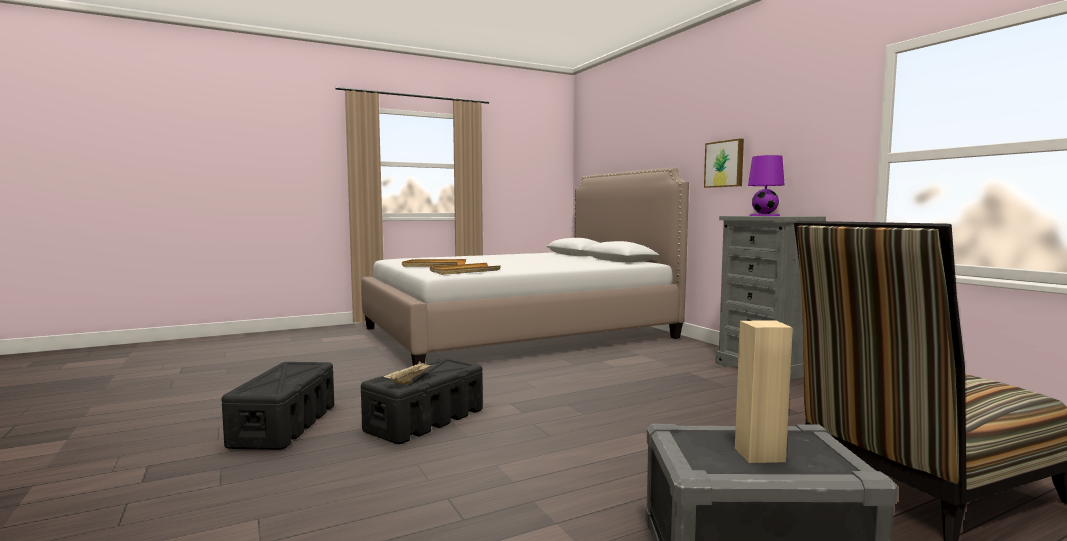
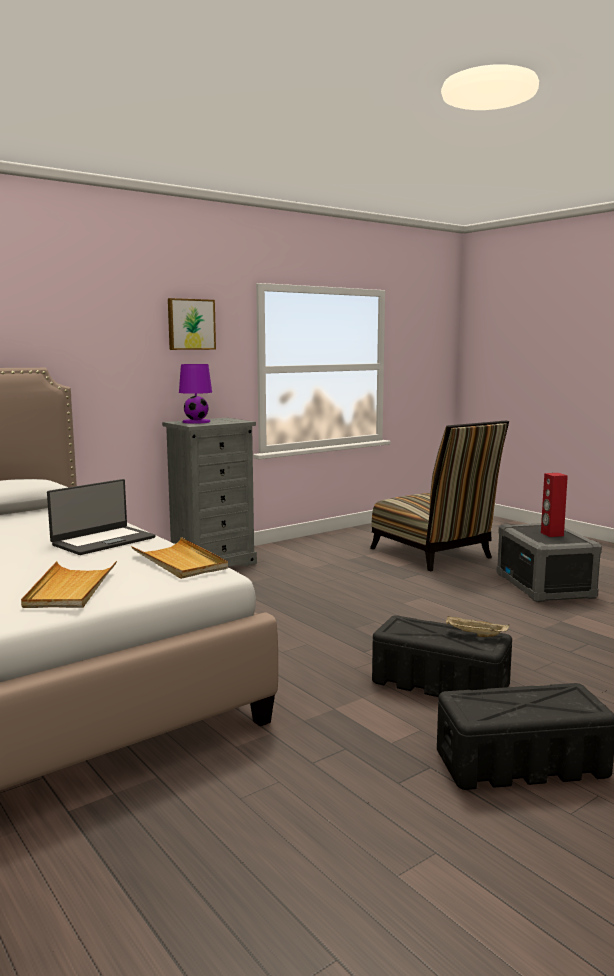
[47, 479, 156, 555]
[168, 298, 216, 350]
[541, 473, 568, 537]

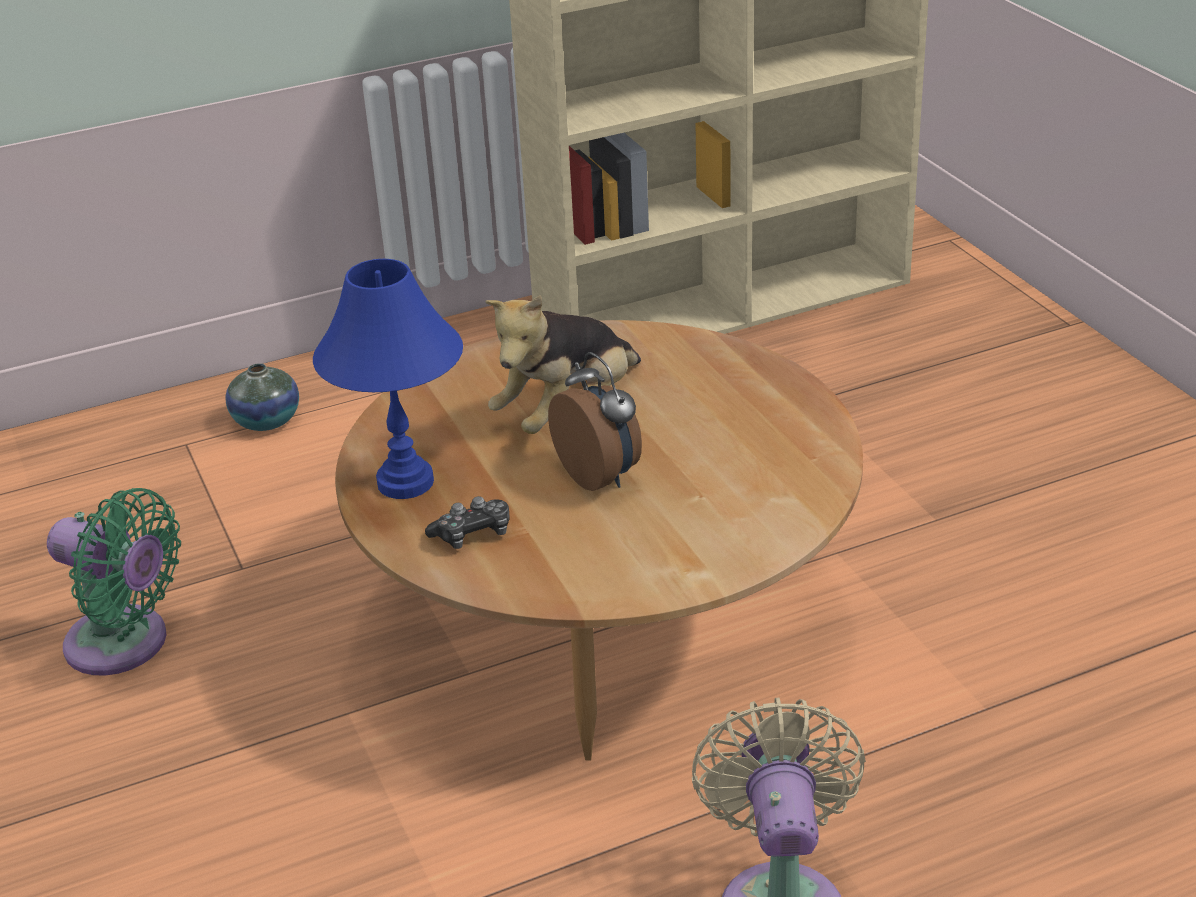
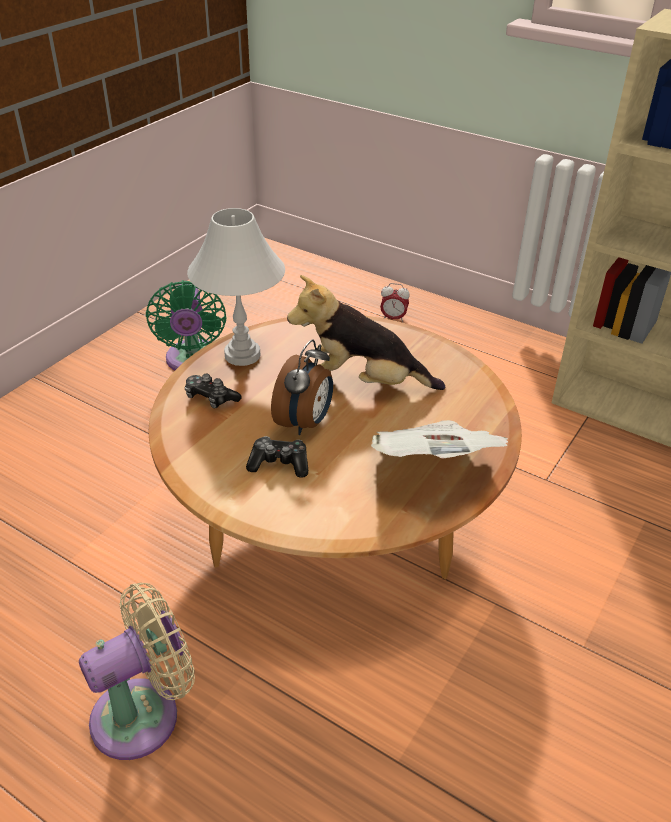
[187, 208, 285, 366]
[246, 436, 308, 478]
[371, 420, 508, 458]
[380, 283, 410, 322]

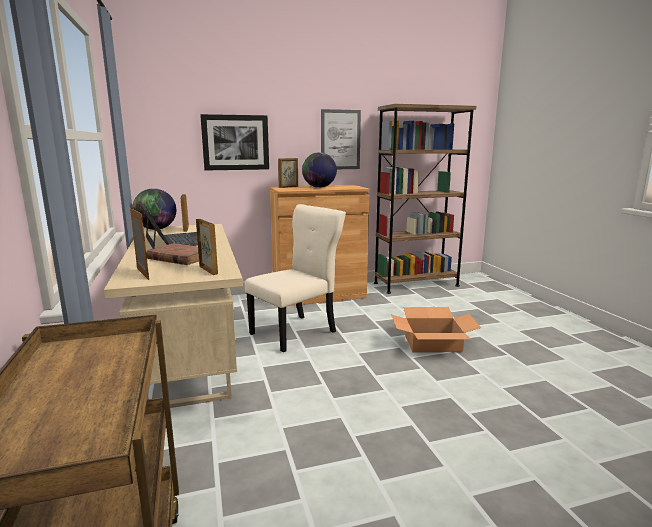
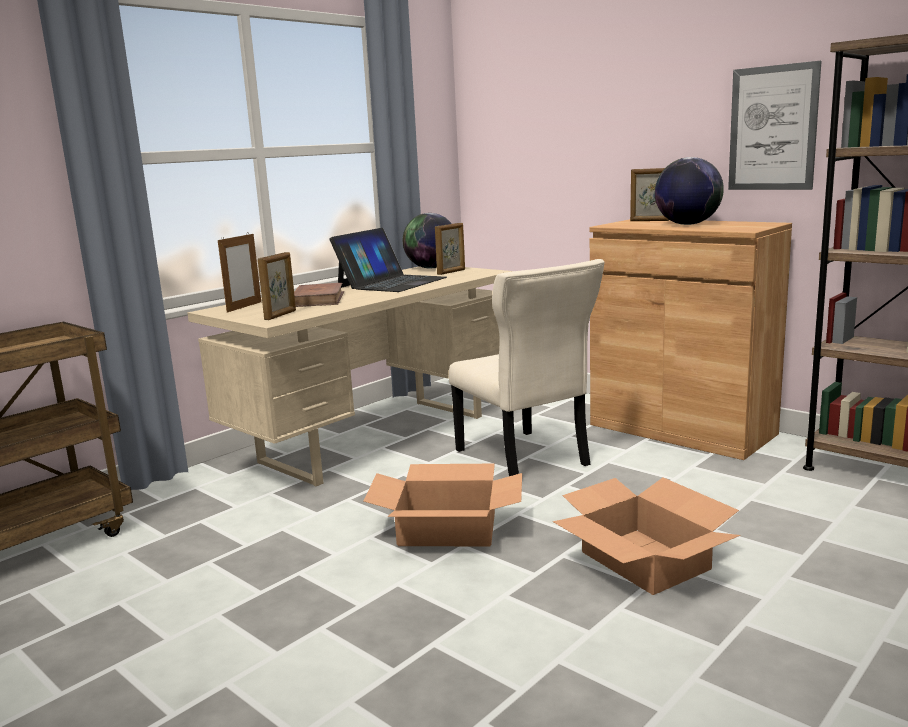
[363, 464, 522, 546]
[449, 259, 604, 476]
[200, 114, 269, 171] (first image)

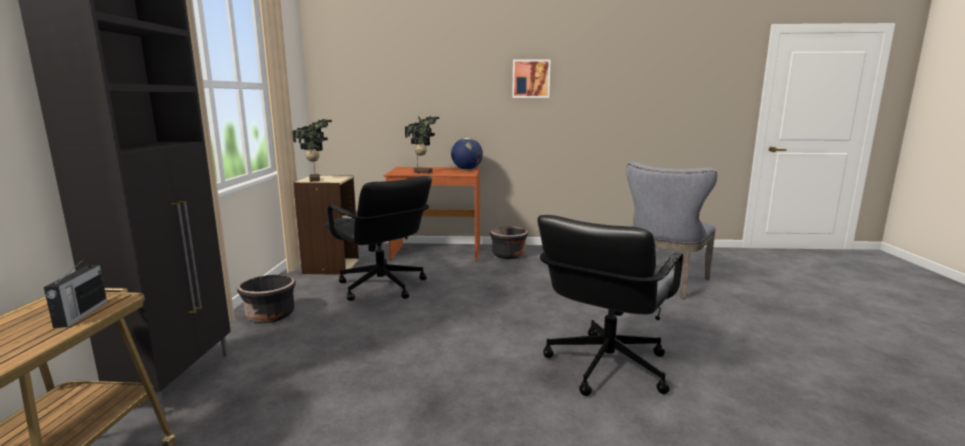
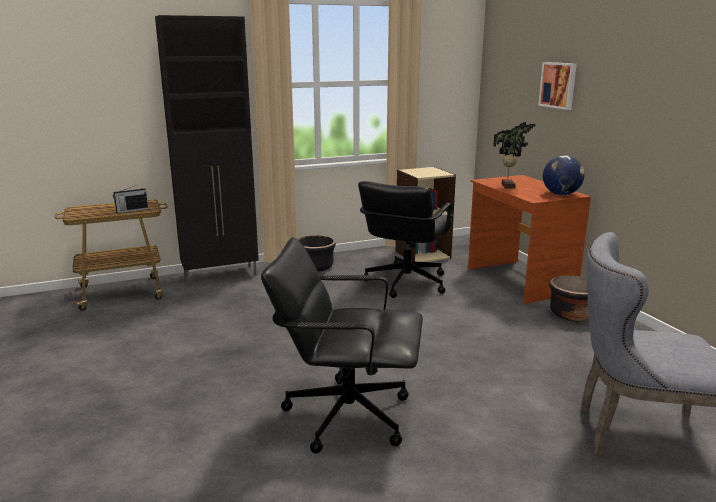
[538, 62, 577, 110]
[292, 119, 332, 182] (first image)

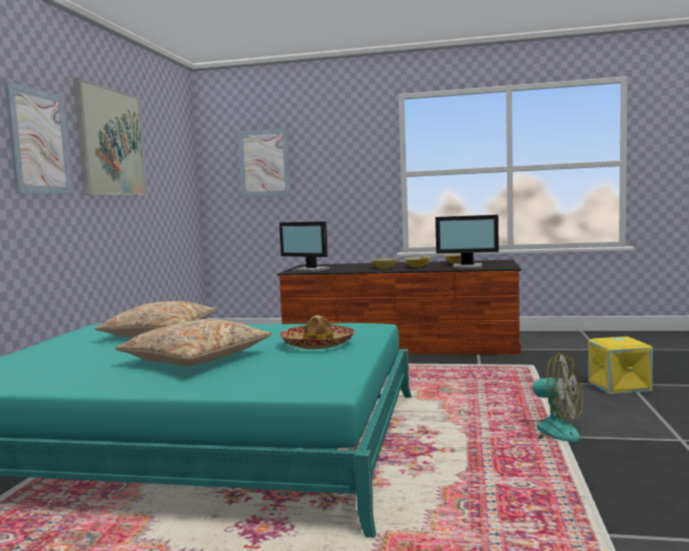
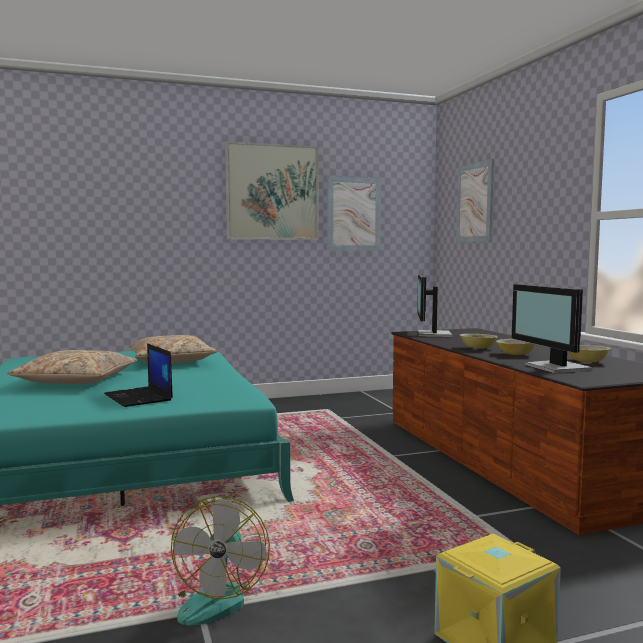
[104, 343, 173, 407]
[327, 176, 381, 251]

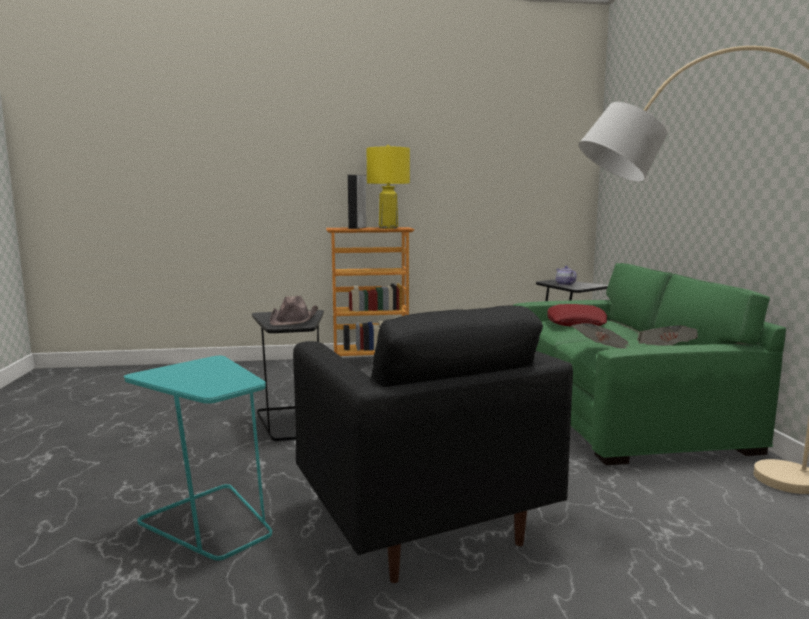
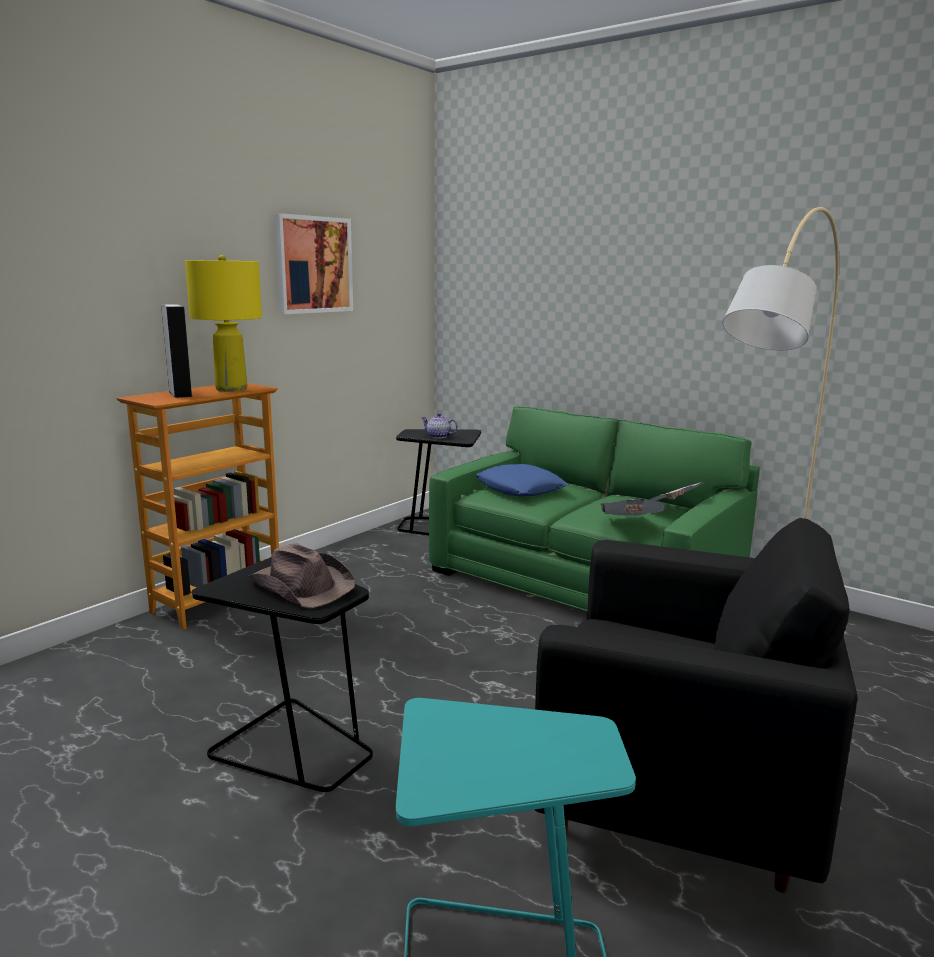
[275, 213, 353, 314]
[475, 464, 568, 497]

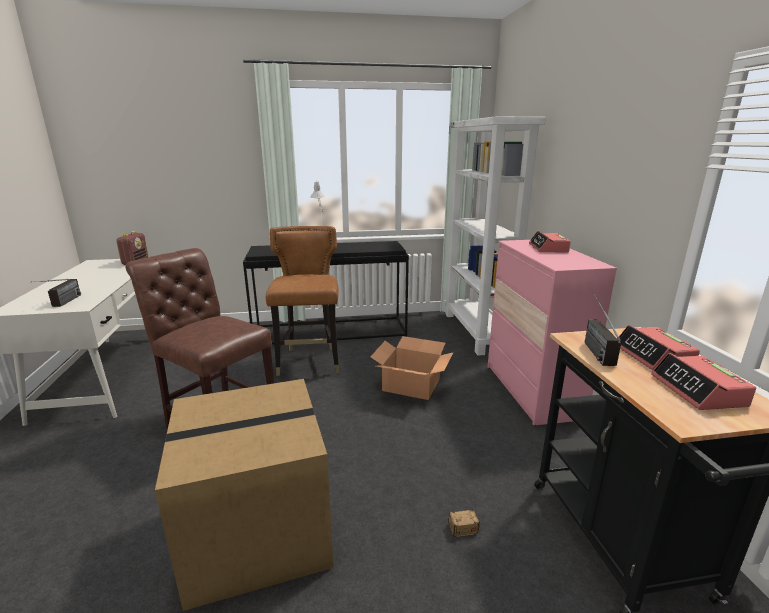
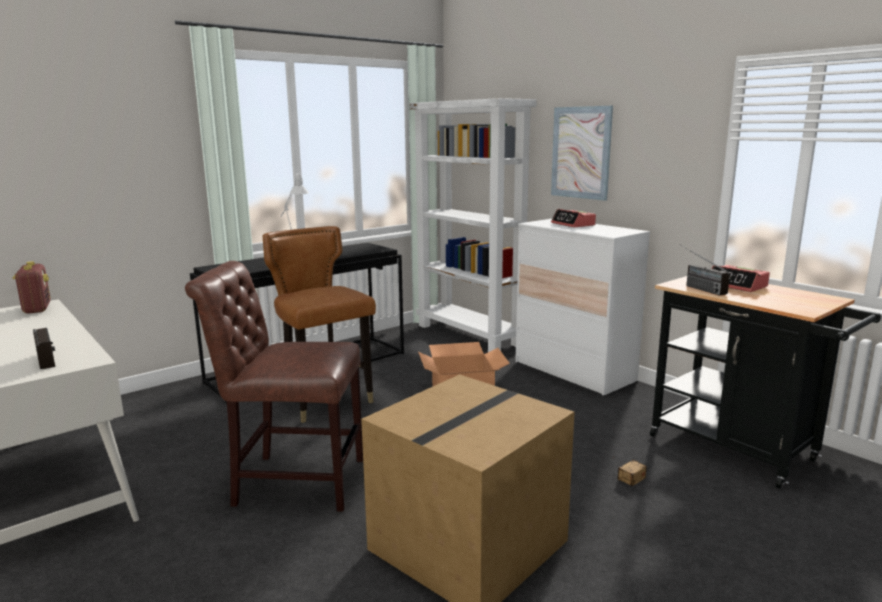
[515, 219, 650, 396]
[551, 106, 613, 201]
[651, 353, 756, 410] (first image)

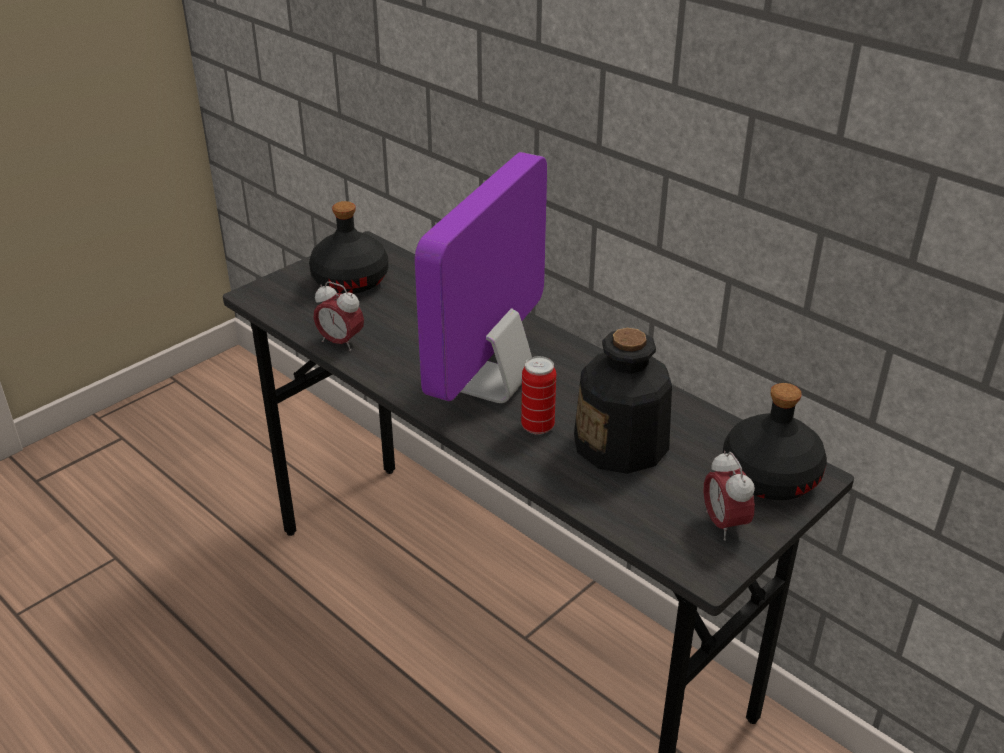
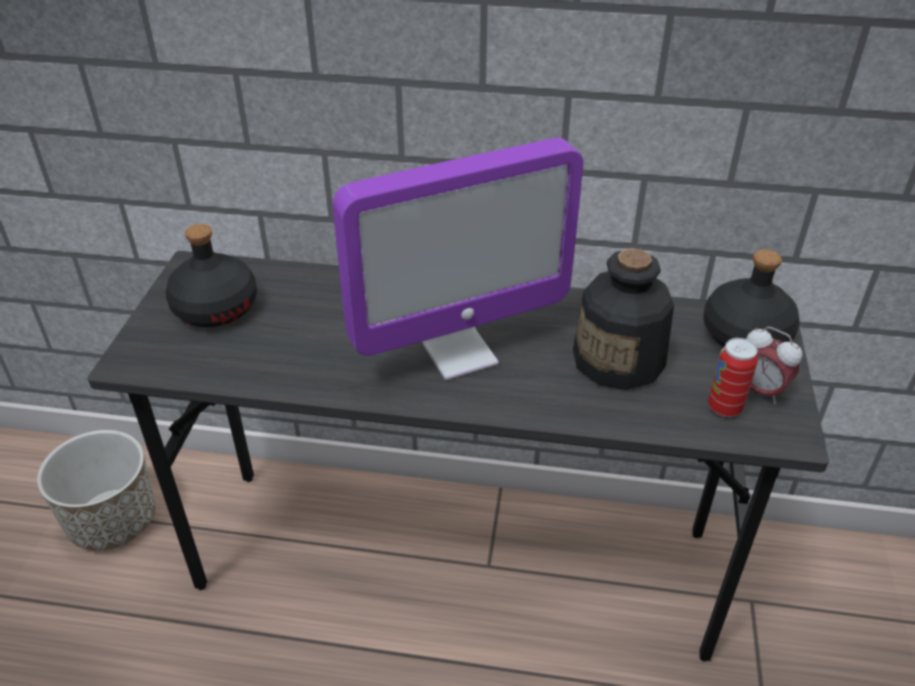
[37, 430, 155, 550]
[333, 138, 583, 380]
[708, 338, 758, 417]
[314, 282, 364, 351] (first image)

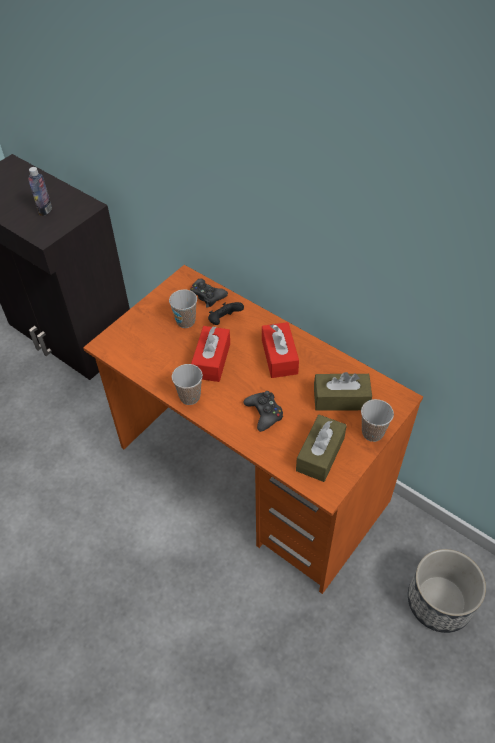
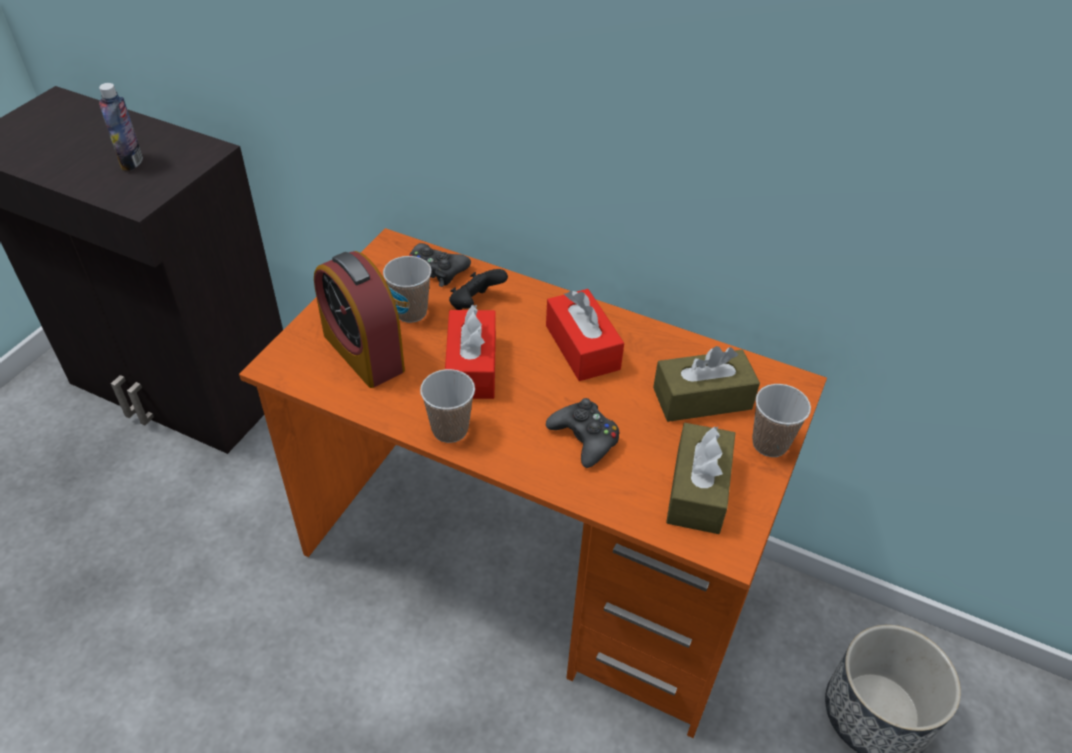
[314, 251, 405, 388]

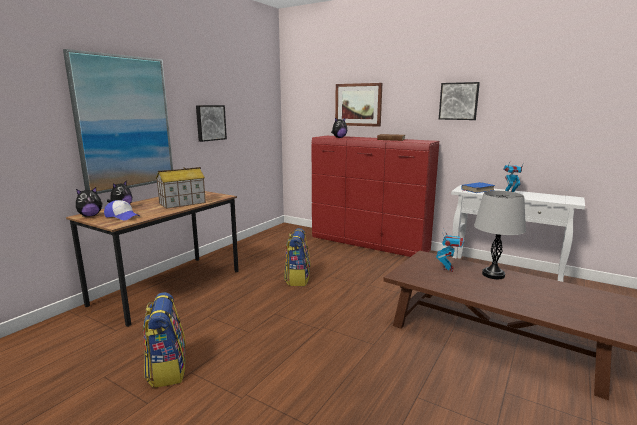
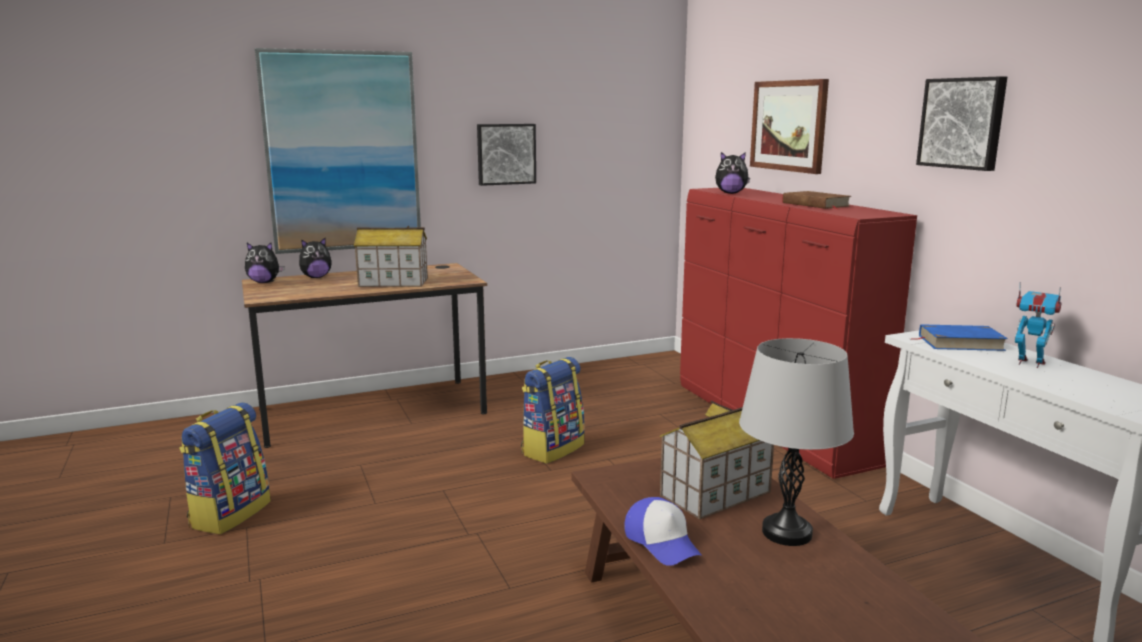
[624, 497, 702, 566]
[660, 401, 774, 520]

